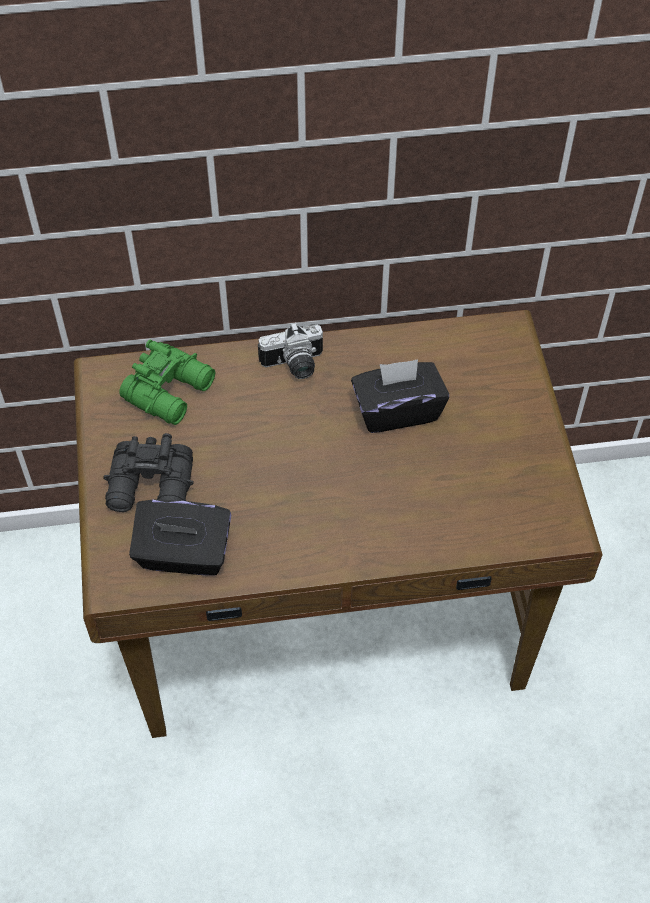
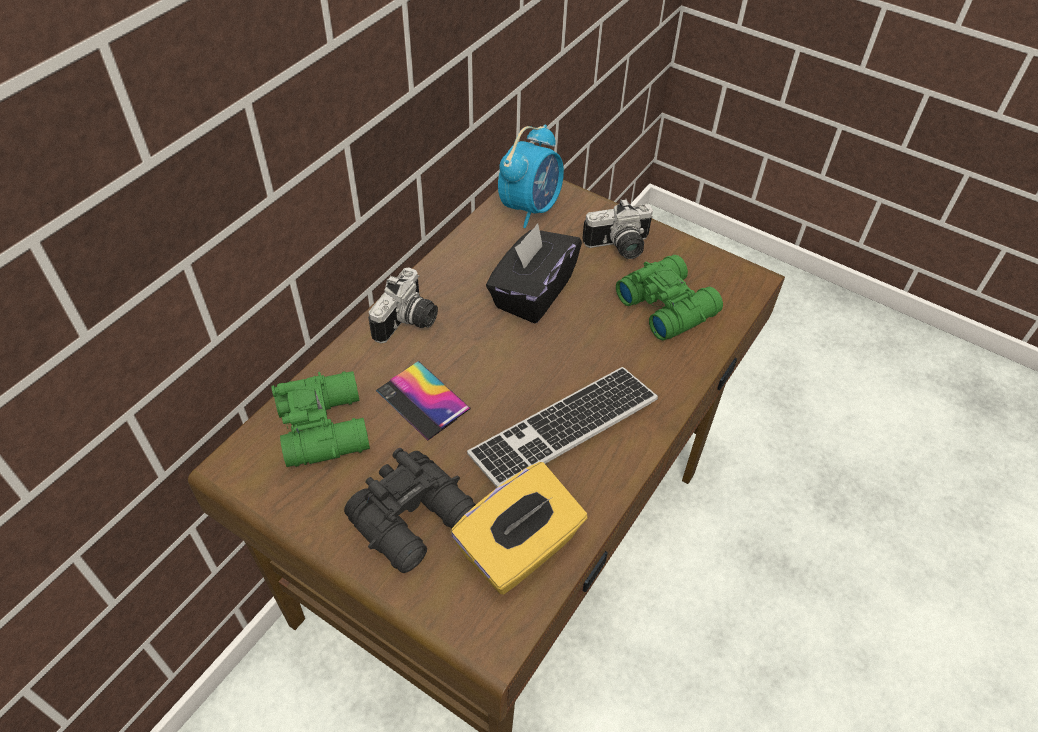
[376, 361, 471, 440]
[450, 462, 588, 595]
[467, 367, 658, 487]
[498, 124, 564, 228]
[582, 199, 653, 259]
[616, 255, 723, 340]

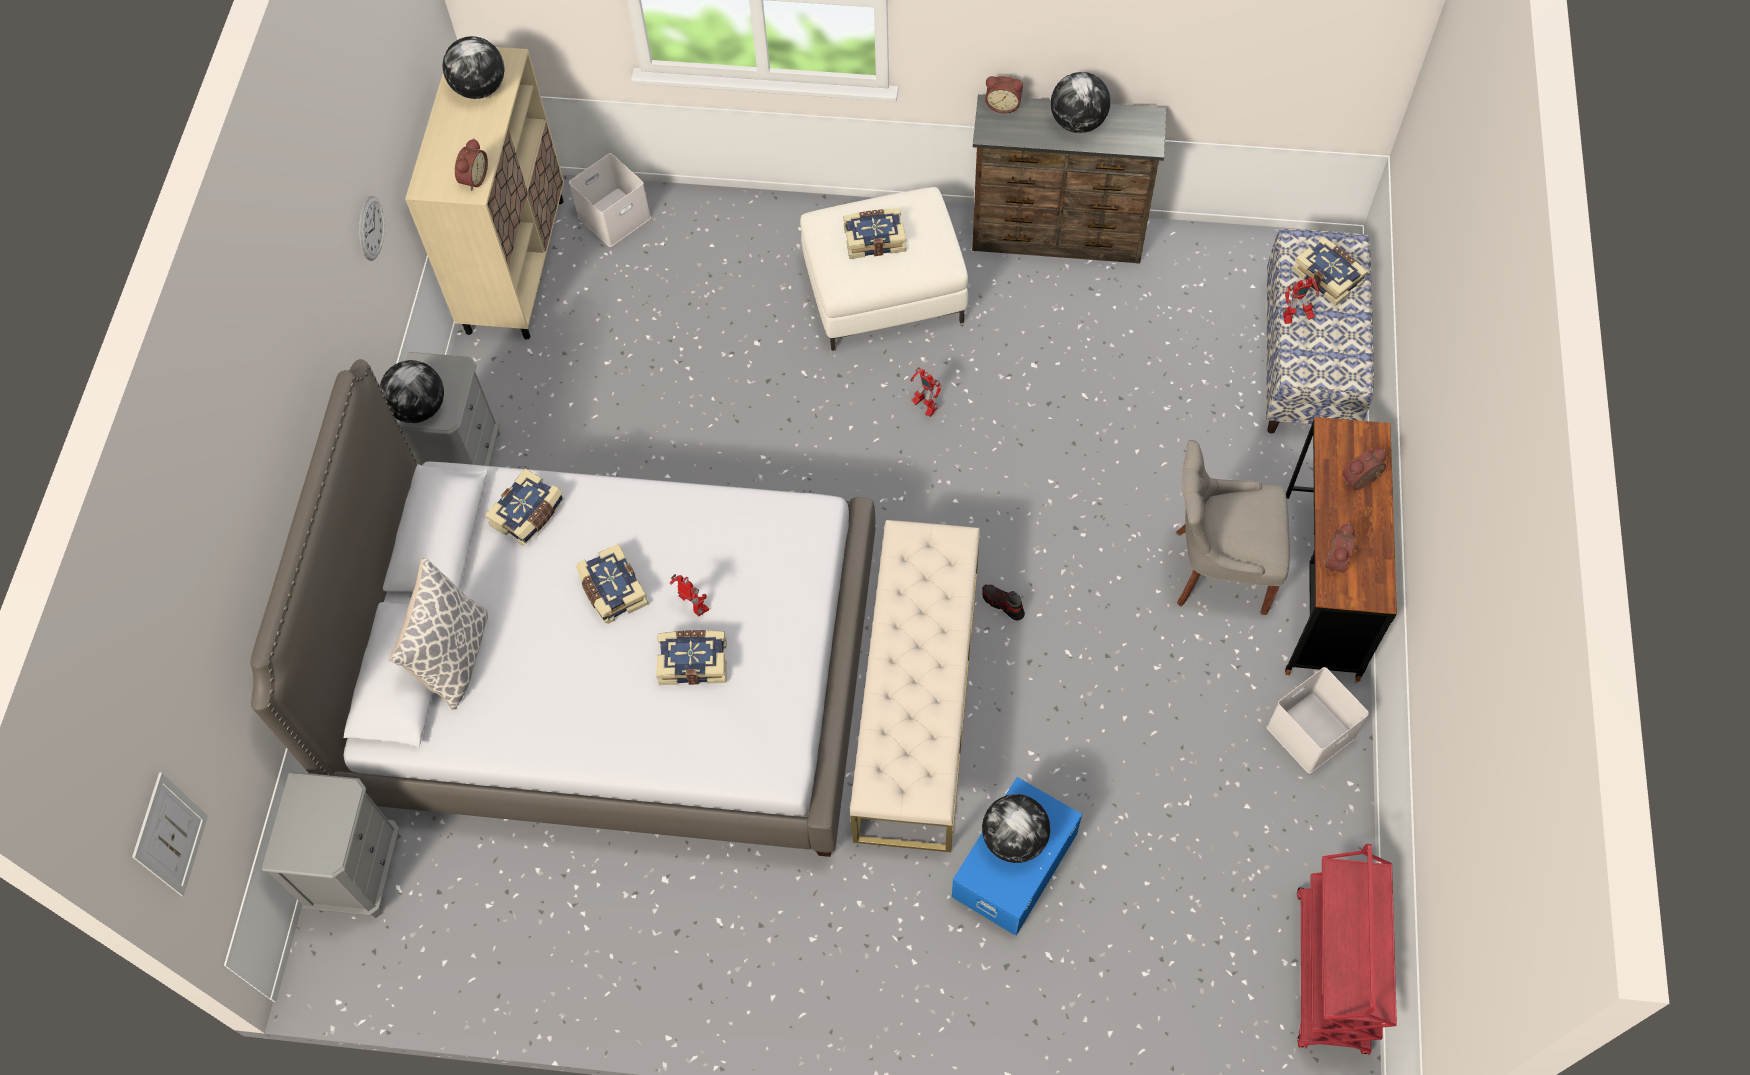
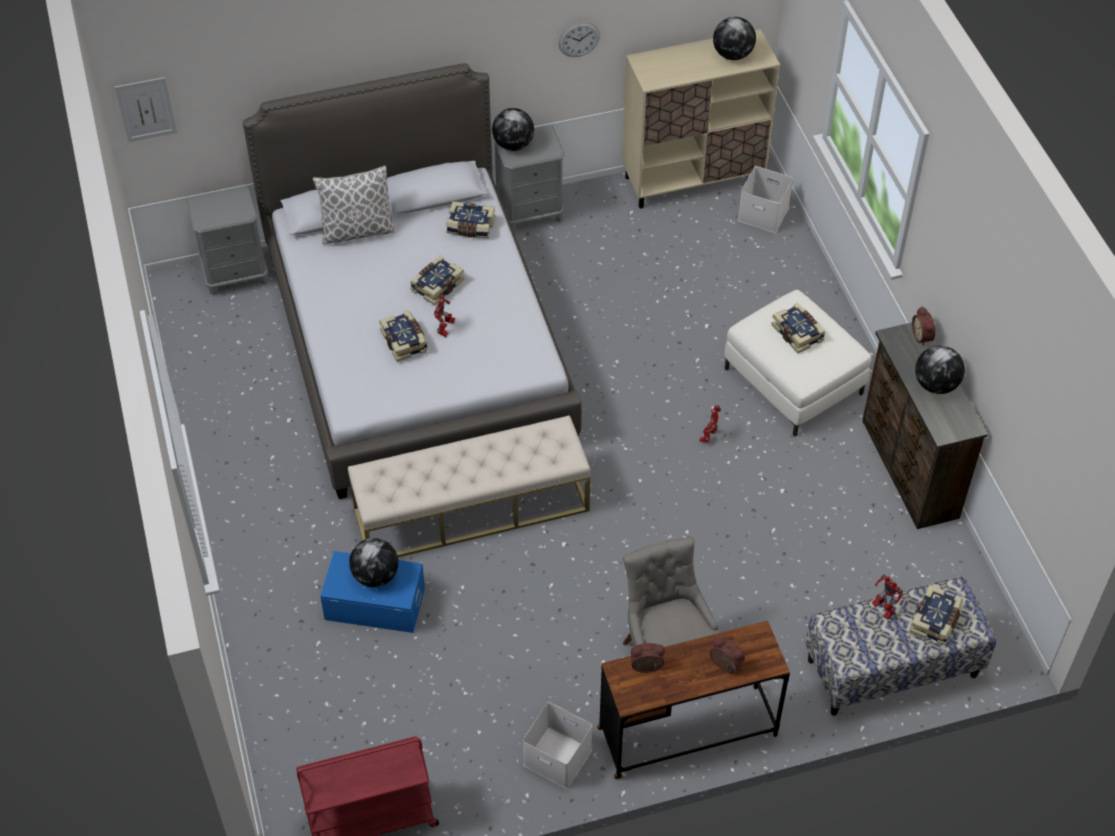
[455, 138, 488, 191] (first image)
[982, 584, 1025, 620] (first image)

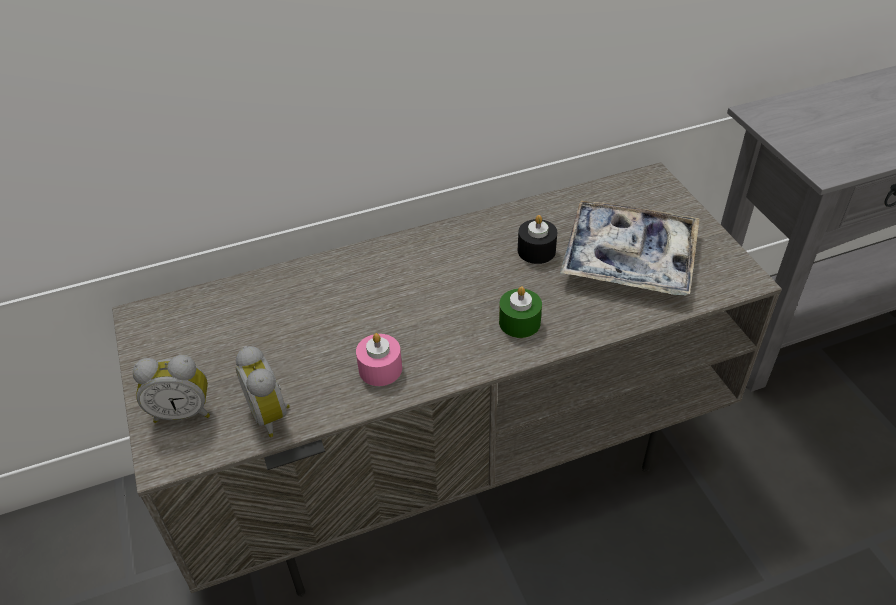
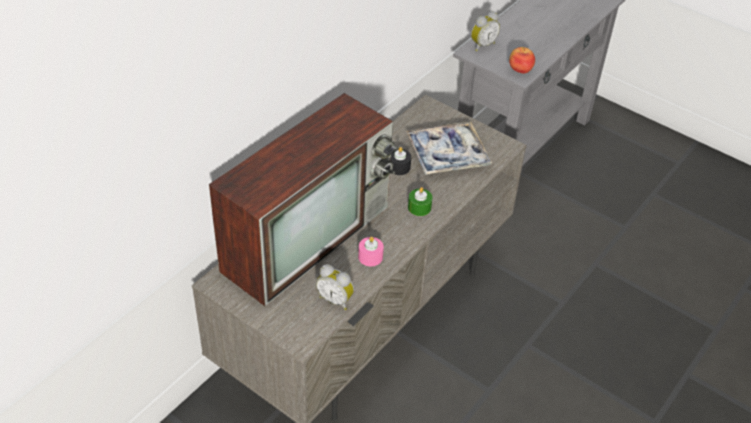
[209, 93, 398, 306]
[471, 11, 500, 51]
[509, 47, 535, 74]

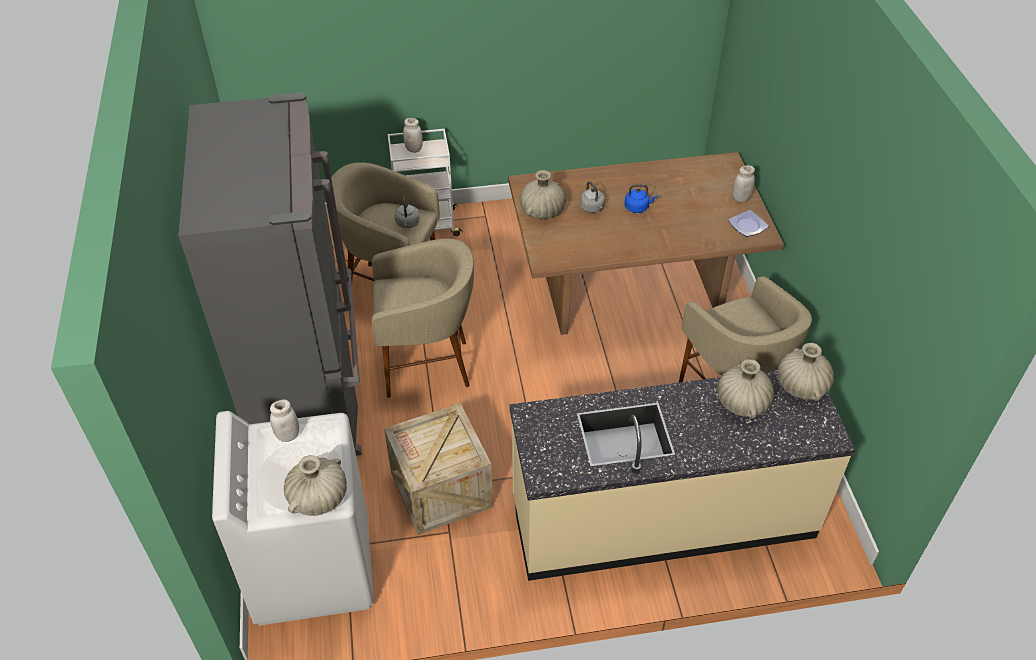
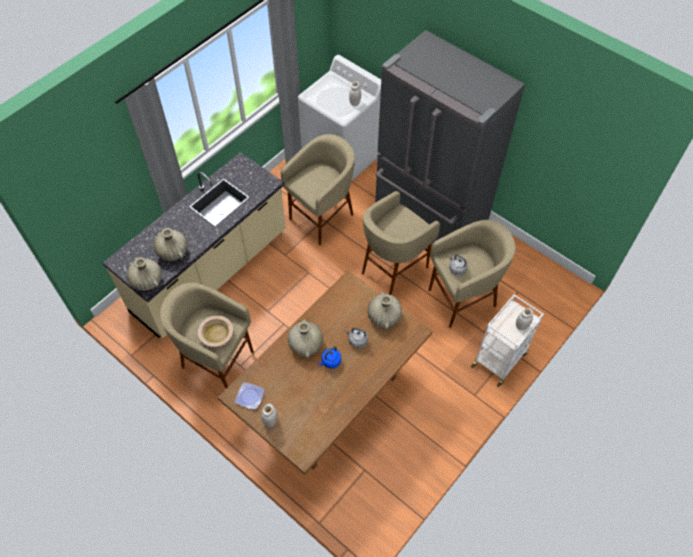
[198, 316, 233, 347]
[281, 134, 355, 245]
[288, 320, 323, 358]

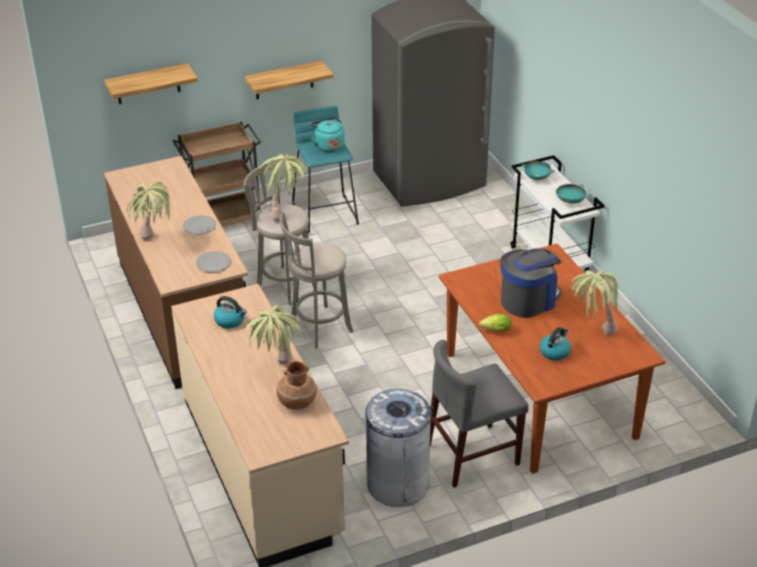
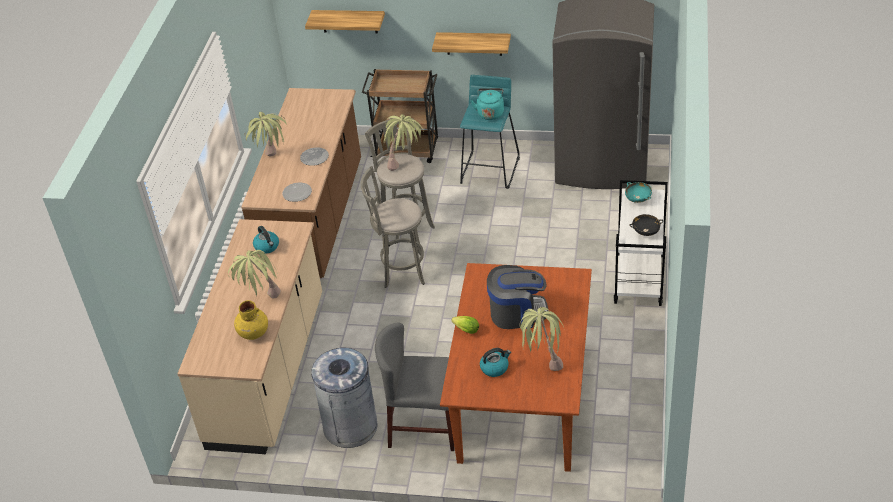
[234, 300, 268, 340]
[629, 214, 663, 236]

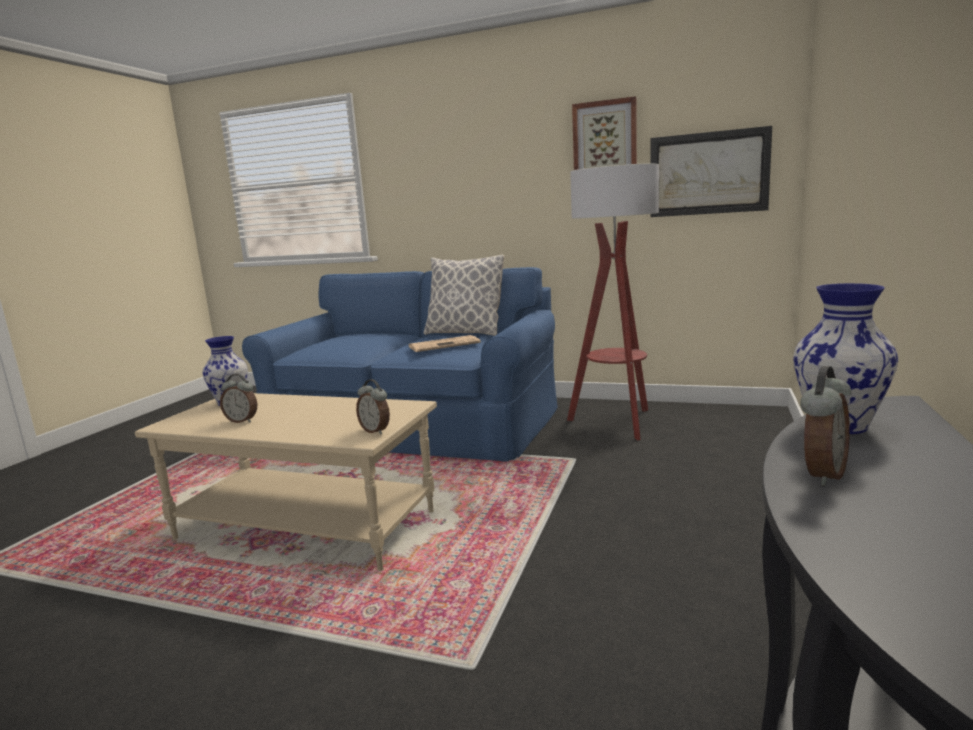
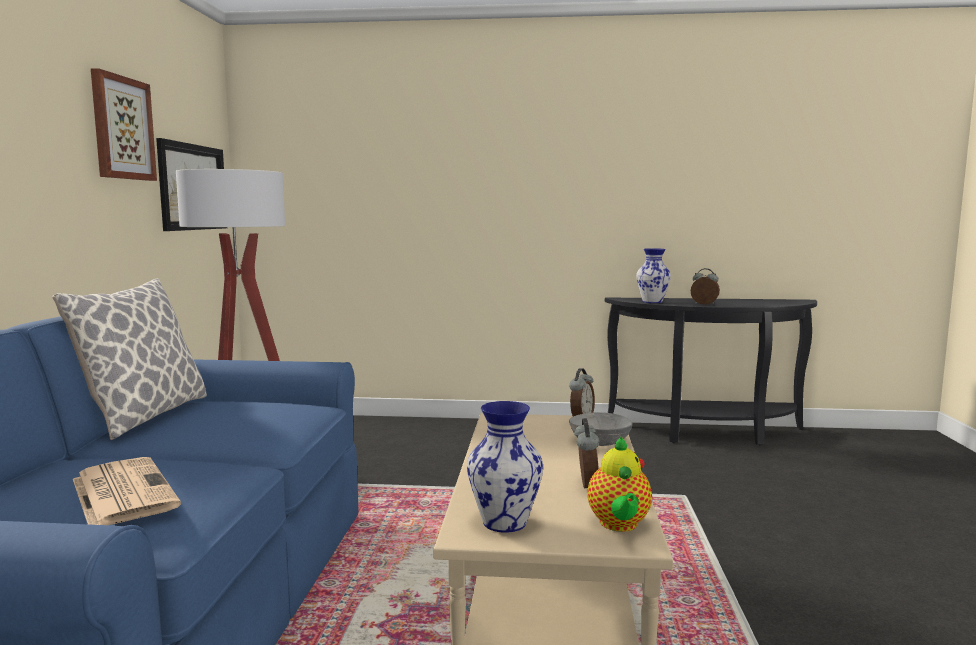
[73, 457, 181, 525]
[569, 412, 633, 446]
[588, 436, 652, 532]

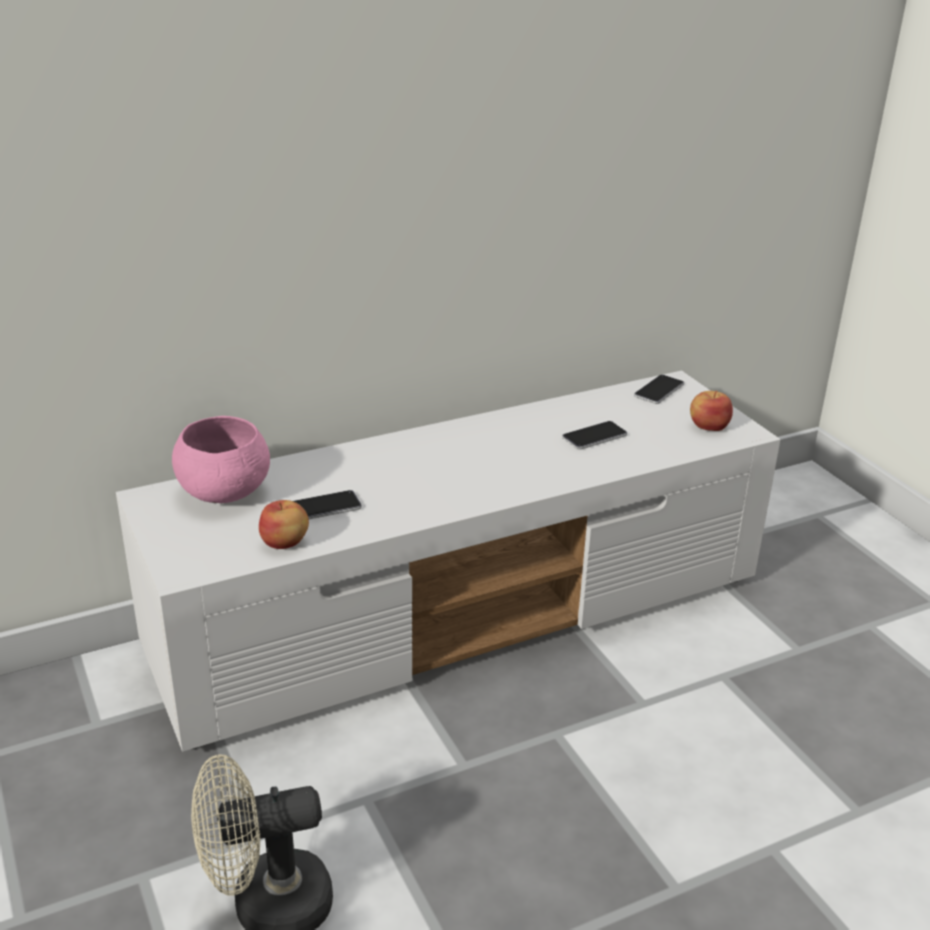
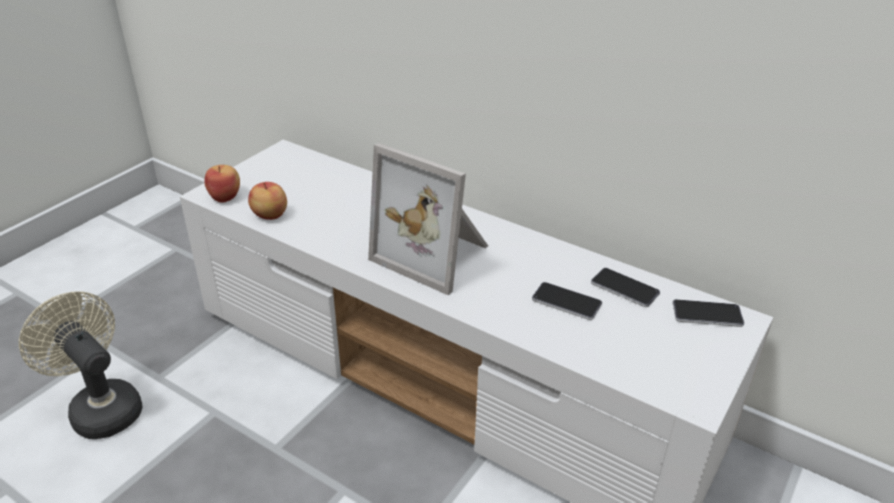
[204, 165, 240, 203]
[368, 143, 488, 295]
[591, 268, 660, 307]
[172, 416, 270, 503] (first image)

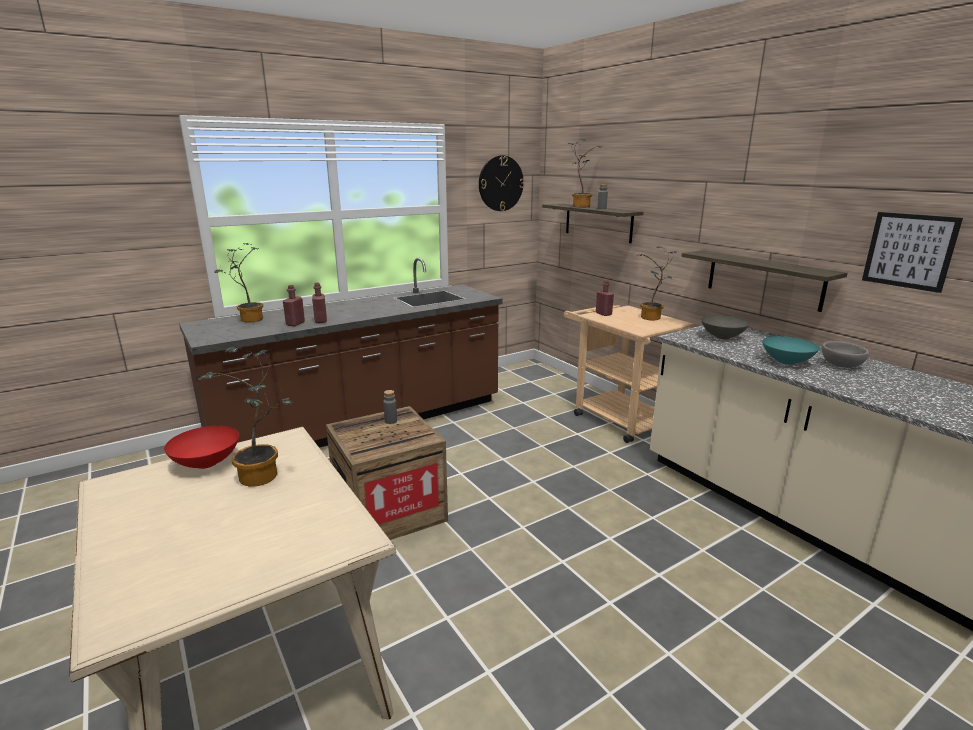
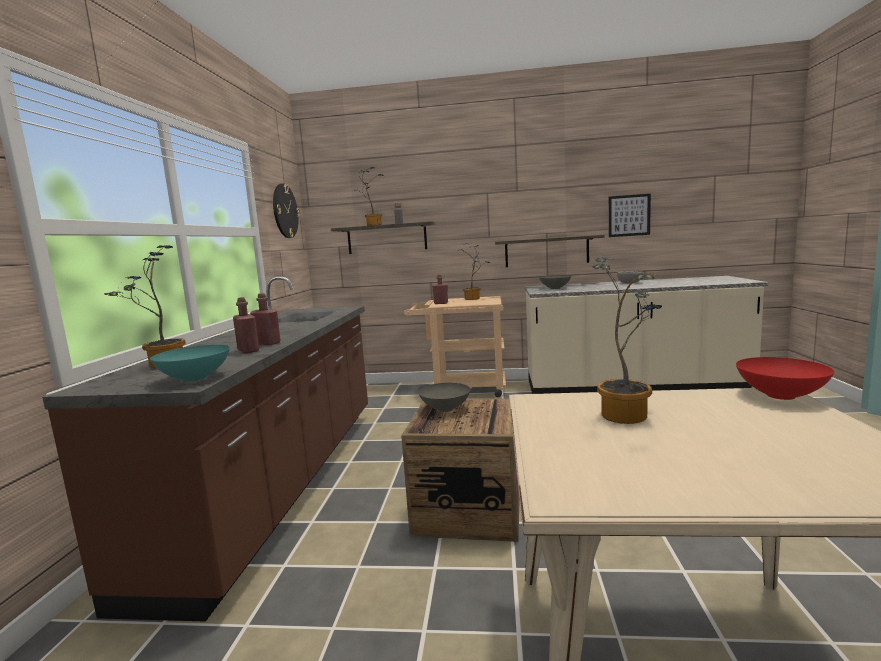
[150, 345, 230, 382]
[418, 383, 471, 412]
[736, 357, 834, 400]

